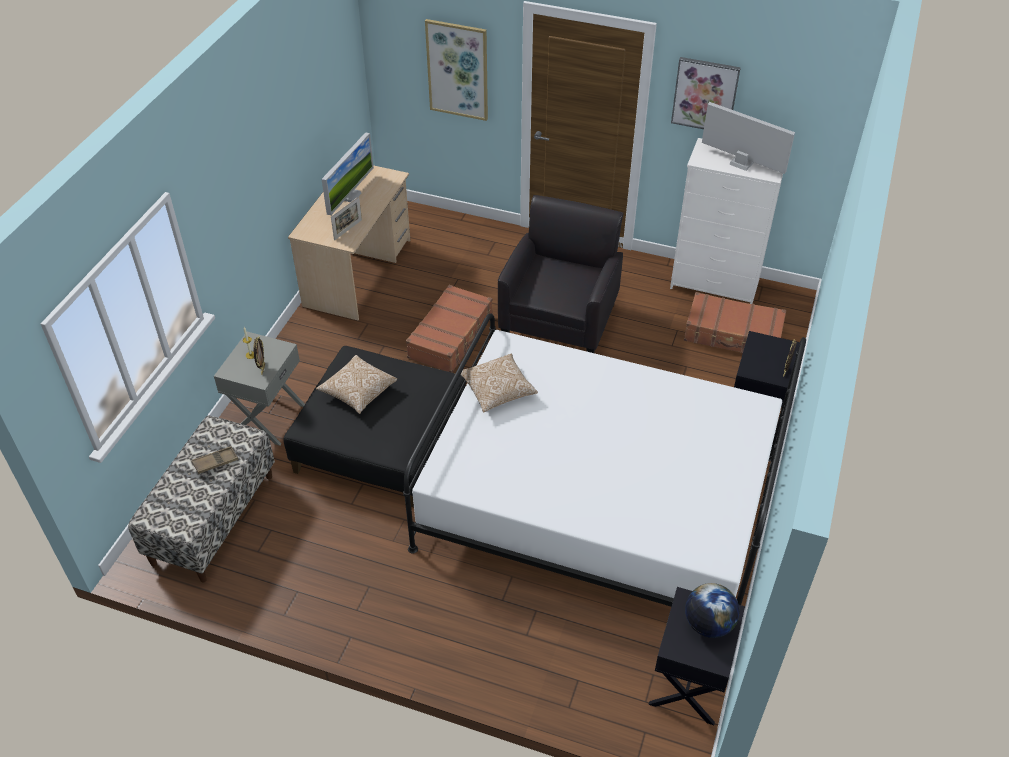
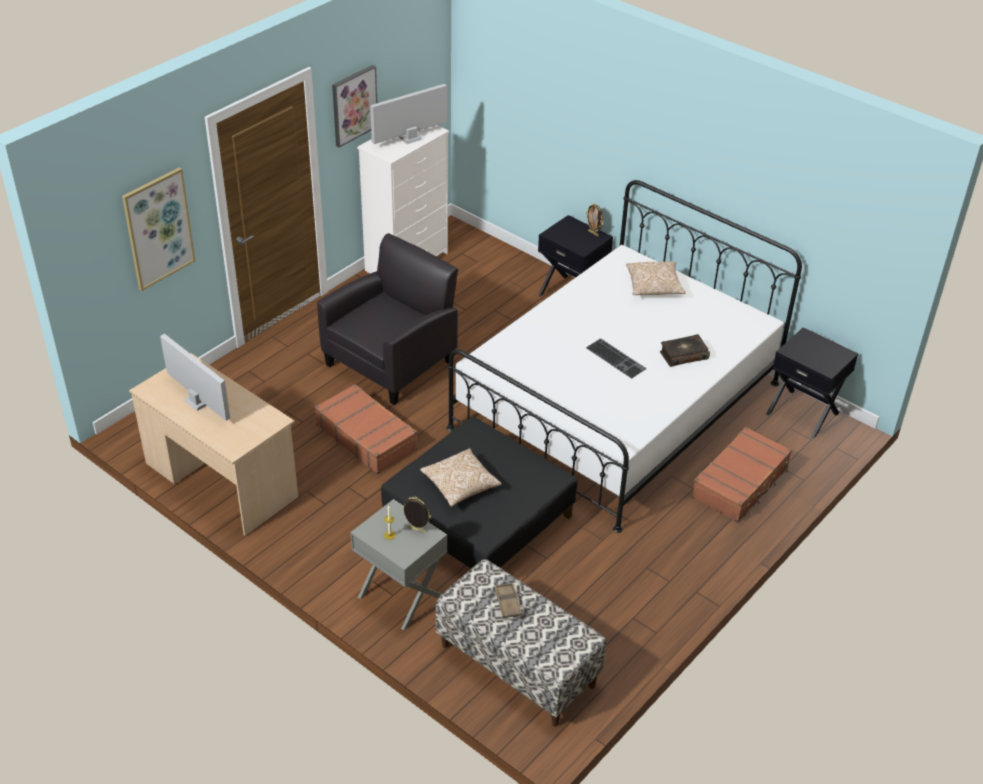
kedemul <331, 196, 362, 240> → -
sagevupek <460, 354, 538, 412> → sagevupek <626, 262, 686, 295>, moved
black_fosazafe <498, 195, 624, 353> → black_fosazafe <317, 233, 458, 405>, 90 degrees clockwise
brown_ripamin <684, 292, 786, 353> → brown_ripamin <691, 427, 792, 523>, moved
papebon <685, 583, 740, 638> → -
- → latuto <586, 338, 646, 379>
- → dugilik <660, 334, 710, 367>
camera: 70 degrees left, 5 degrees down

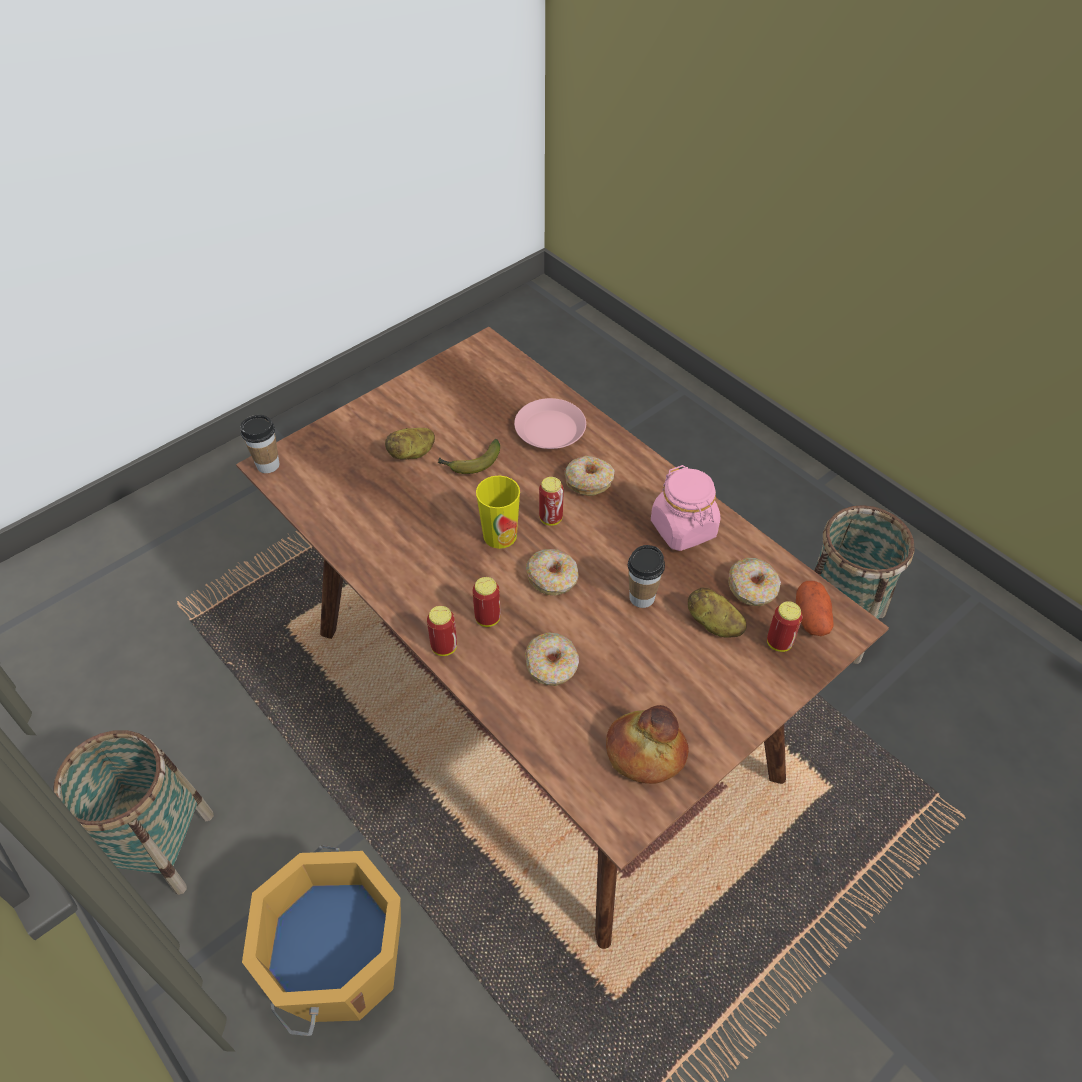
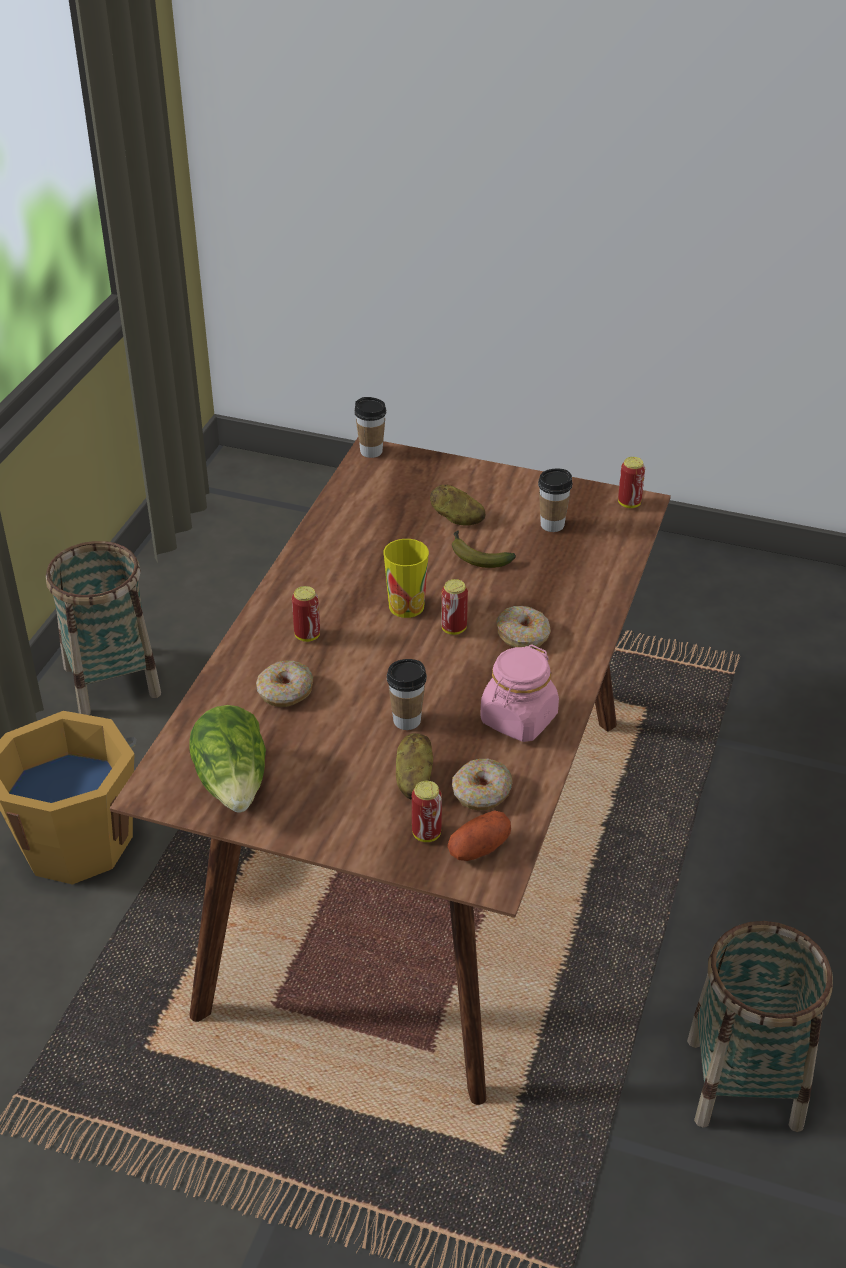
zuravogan <427, 606, 457, 656> → zuravogan <618, 457, 645, 508>, moved
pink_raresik <514, 398, 586, 449> → -
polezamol <526, 549, 579, 596> → -
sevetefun <606, 705, 689, 784> → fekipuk <189, 705, 266, 813>
- → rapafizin <538, 469, 573, 532>
camera: 60 degrees right, 10 degrees down

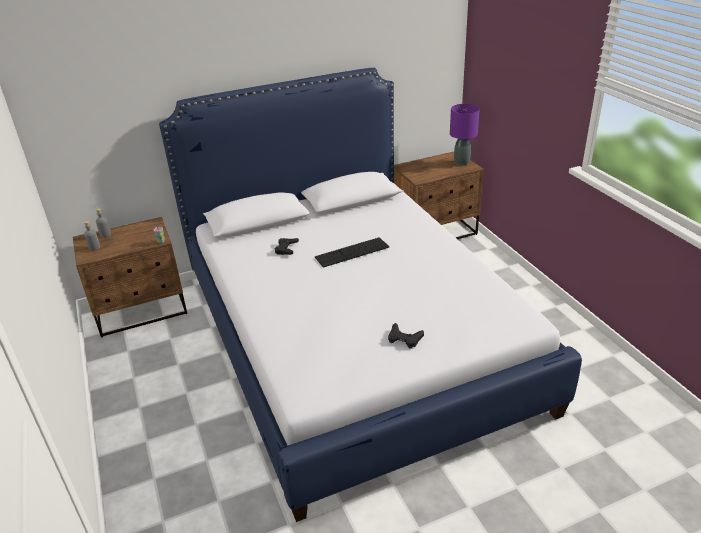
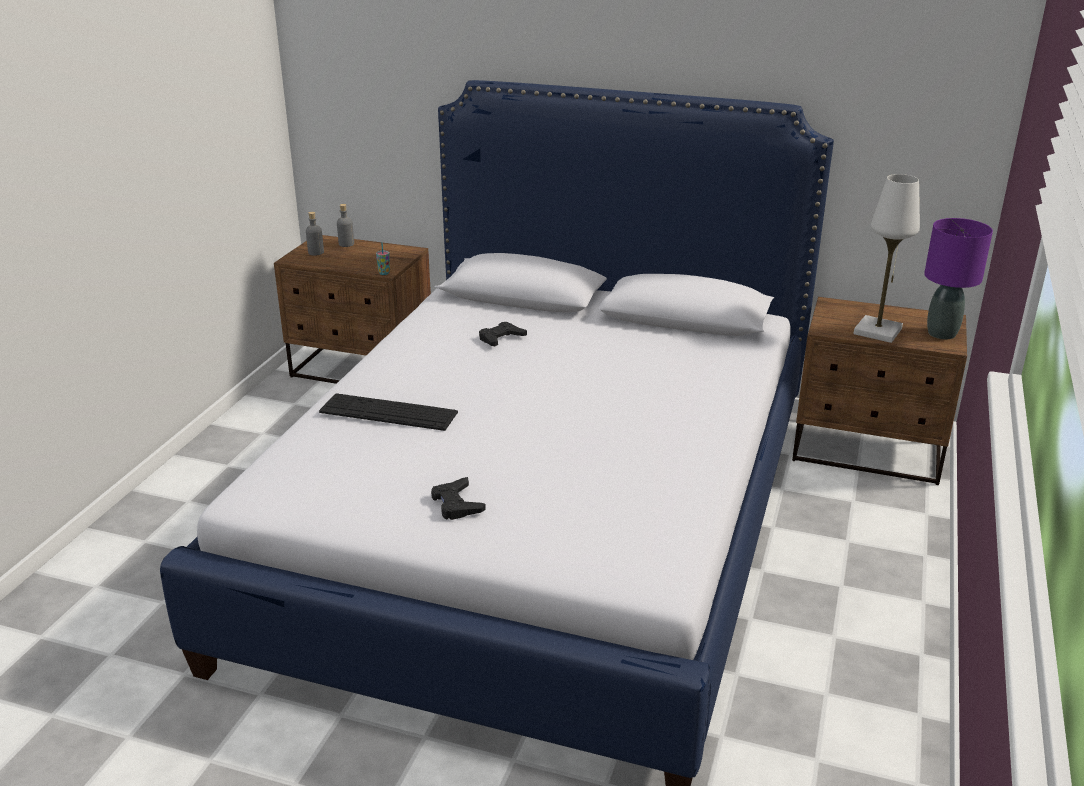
latuto <315, 237, 389, 268> → latuto <319, 393, 458, 431>, moved
- → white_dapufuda <853, 174, 920, 343>
camera: 40 degrees right, 5 degrees down

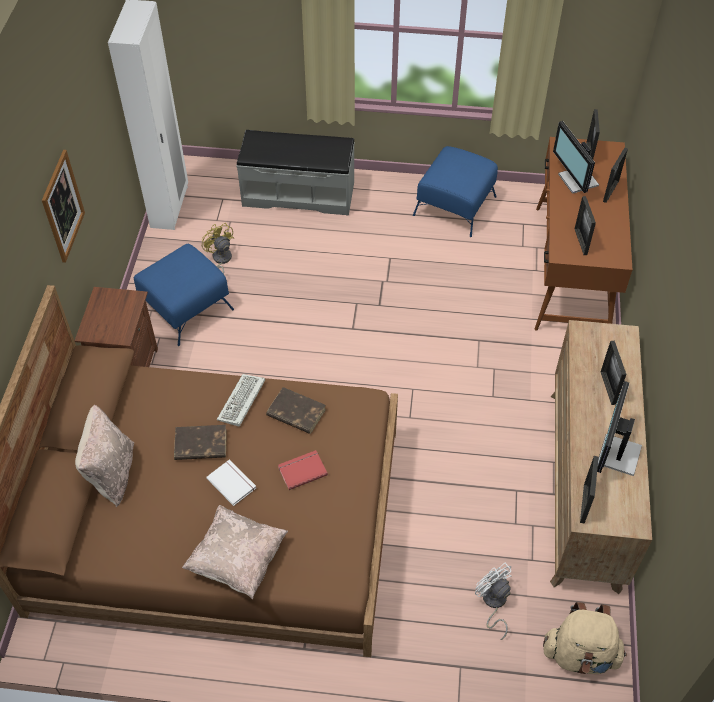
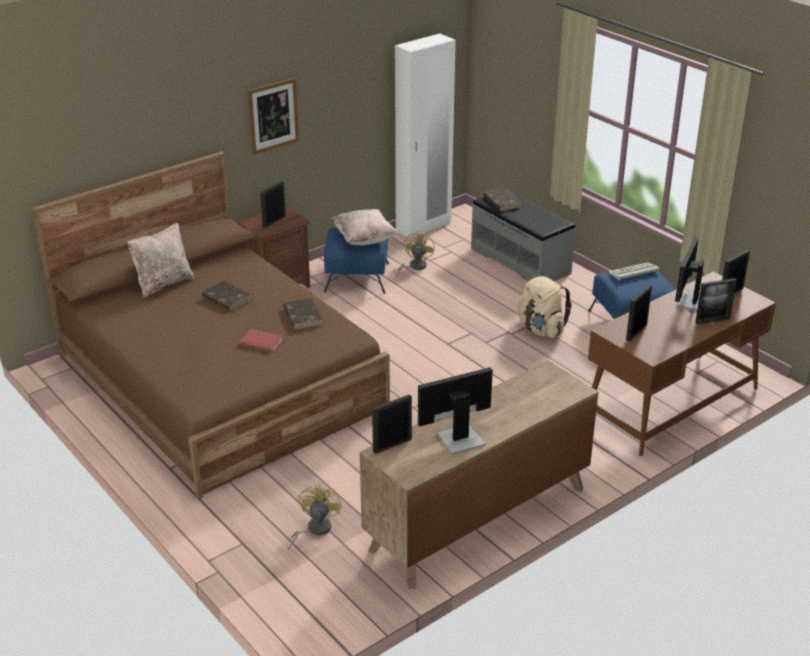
beige_sagevupek <182, 505, 288, 600> → beige_sagevupek <331, 209, 398, 245>, moved
white_dugilik <206, 459, 256, 506> → -
latuto <217, 374, 265, 427> → latuto <608, 262, 660, 280>, moved
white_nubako <475, 563, 511, 640> → yellow_nubako <288, 483, 341, 550>
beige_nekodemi <543, 602, 627, 674> → beige_nekodemi <517, 276, 572, 338>, moved
kedemul <601, 341, 626, 405> → kedemul <260, 181, 286, 228>, moved
- → brown_dugilik <484, 188, 521, 211>
camera: 45 degrees right, 20 degrees down

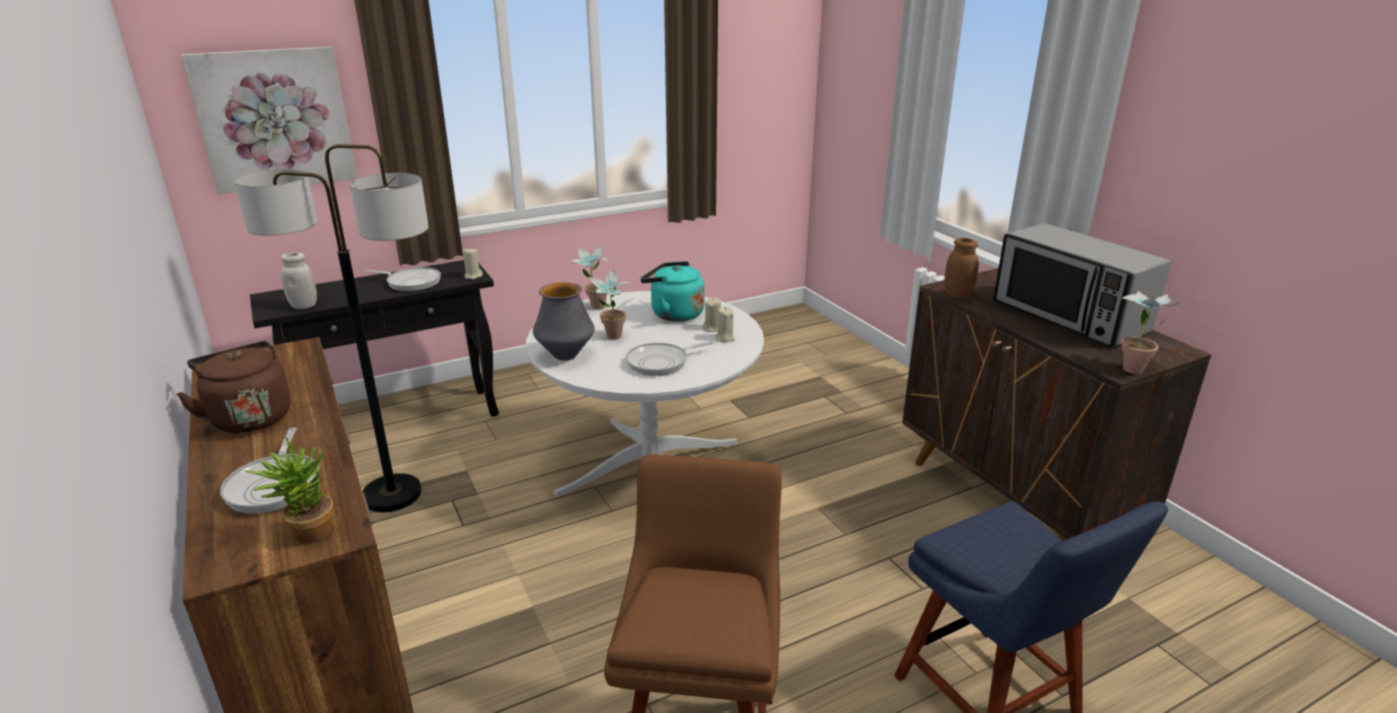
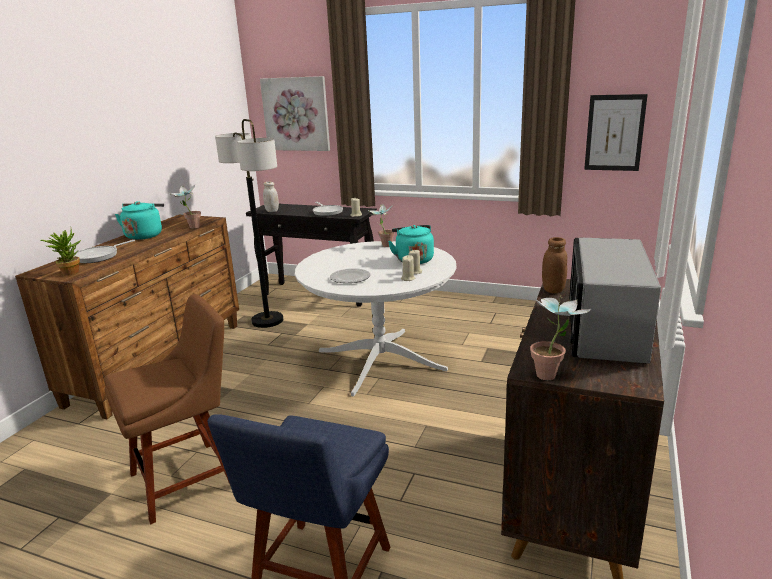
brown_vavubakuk <176, 341, 291, 433> → turquoise_vavubakuk <115, 201, 164, 240>
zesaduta <533, 282, 595, 361> → -
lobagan <589, 268, 632, 339> → lobagan <171, 185, 201, 229>, moved
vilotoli <626, 341, 714, 376> → raresik <330, 268, 370, 283>
- → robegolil <584, 94, 648, 171>
camera: 50 degrees right, 5 degrees down

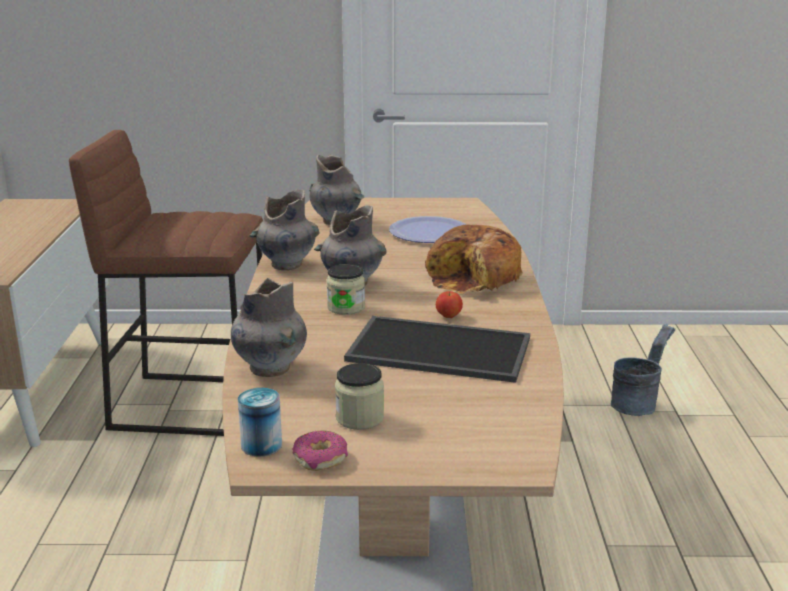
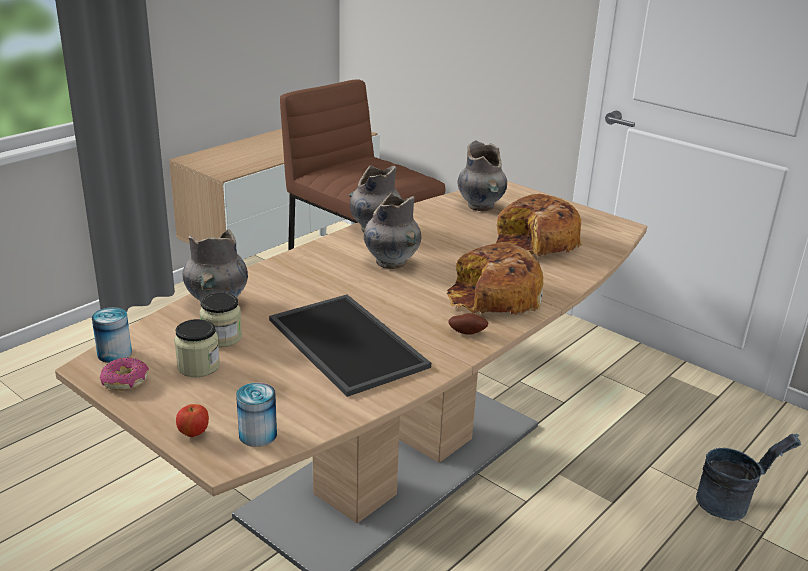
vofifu <326, 264, 365, 315> → vofifu <200, 293, 242, 348>, moved
raresik <389, 216, 466, 243> → sevetefun <496, 194, 582, 257>
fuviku <436, 291, 463, 318> → fuviku <176, 404, 209, 437>, moved
- → zuravogan <236, 382, 277, 447>
- → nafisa <449, 313, 488, 335>
camera: 40 degrees right, 5 degrees up

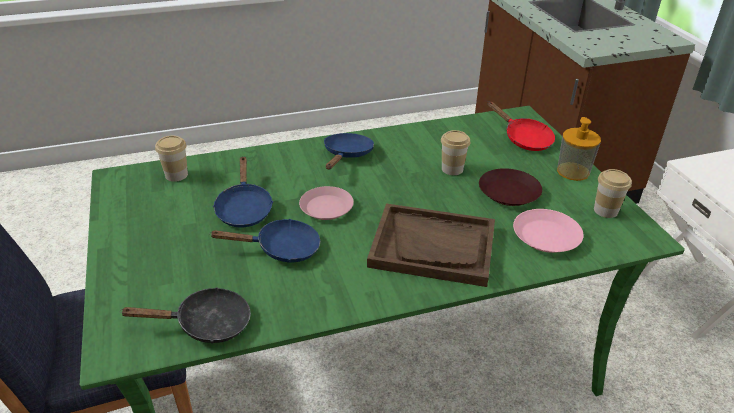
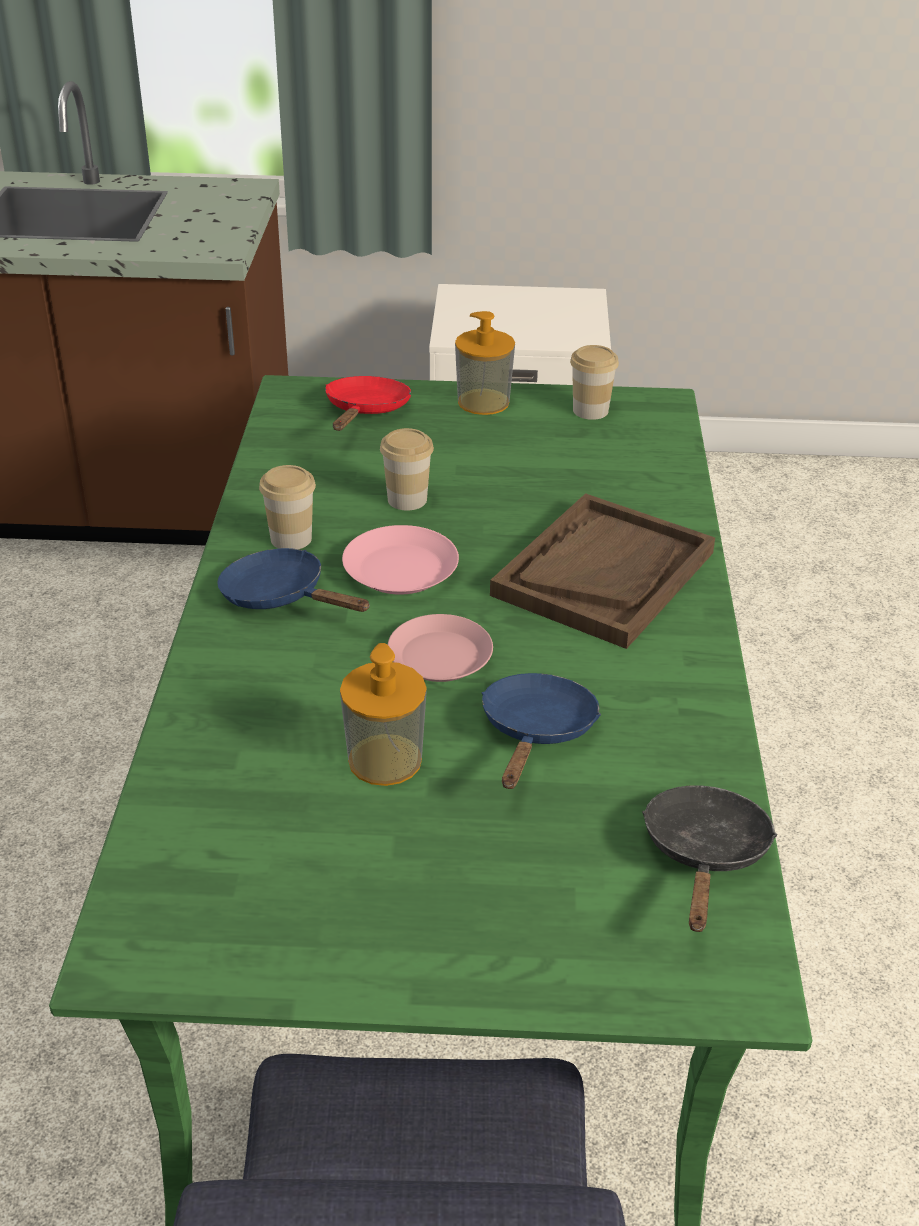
rapafizin <155, 136, 188, 182> → rapafizin <259, 465, 316, 549>, moved
blue_vilotoli <213, 156, 274, 227> → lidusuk <340, 643, 427, 786>
brown_raresik <479, 168, 542, 206> → -
red_vilotoli <487, 101, 555, 151> → red_vilotoli <325, 376, 411, 431>, 60 degrees counterclockwise
pink_raresik <513, 209, 584, 253> → pink_raresik <342, 525, 459, 595>, moved
camera: 70 degrees left, 0 degrees up

